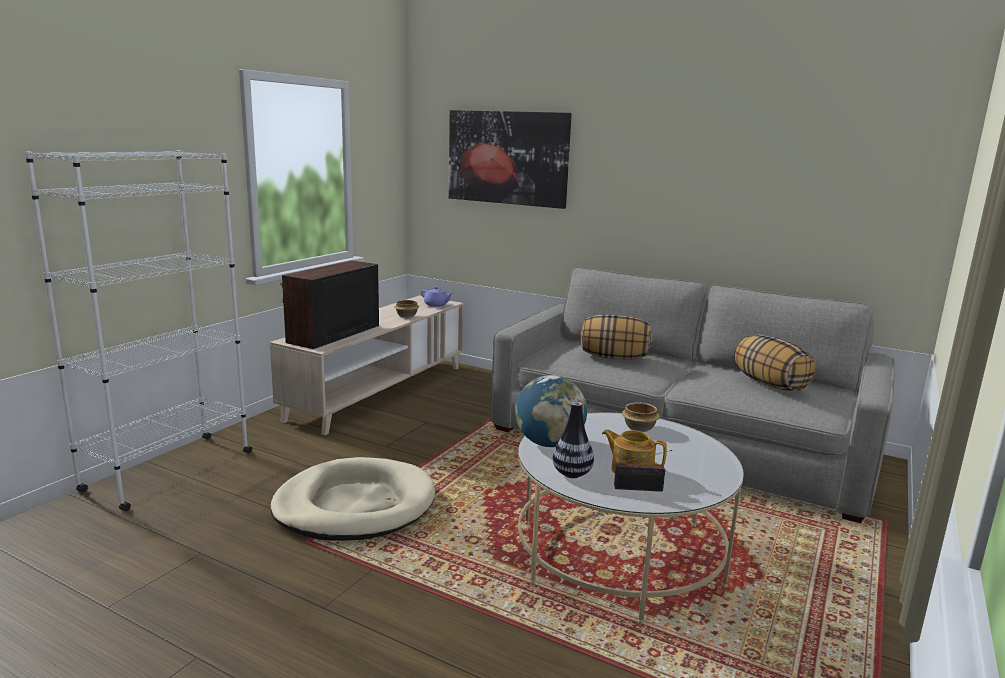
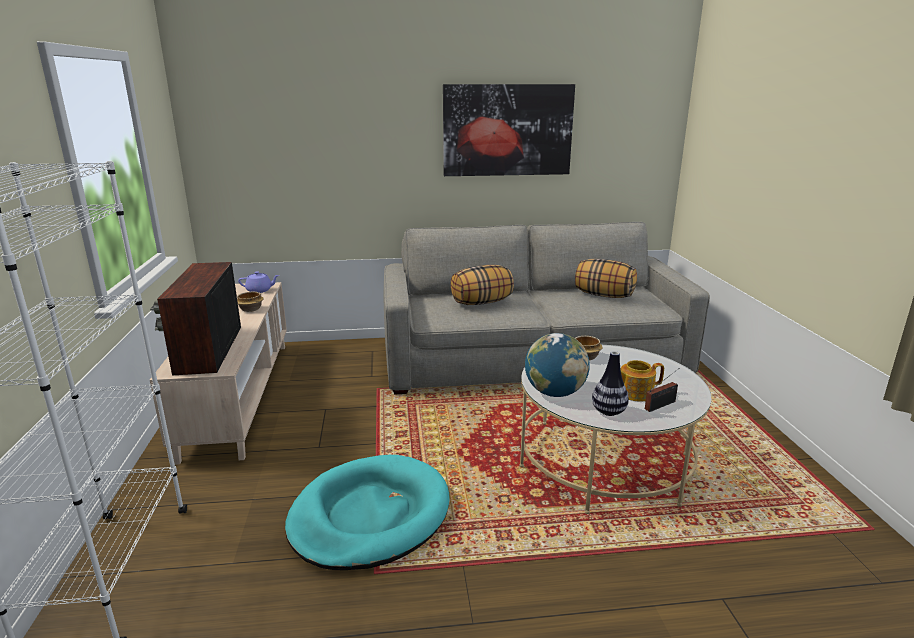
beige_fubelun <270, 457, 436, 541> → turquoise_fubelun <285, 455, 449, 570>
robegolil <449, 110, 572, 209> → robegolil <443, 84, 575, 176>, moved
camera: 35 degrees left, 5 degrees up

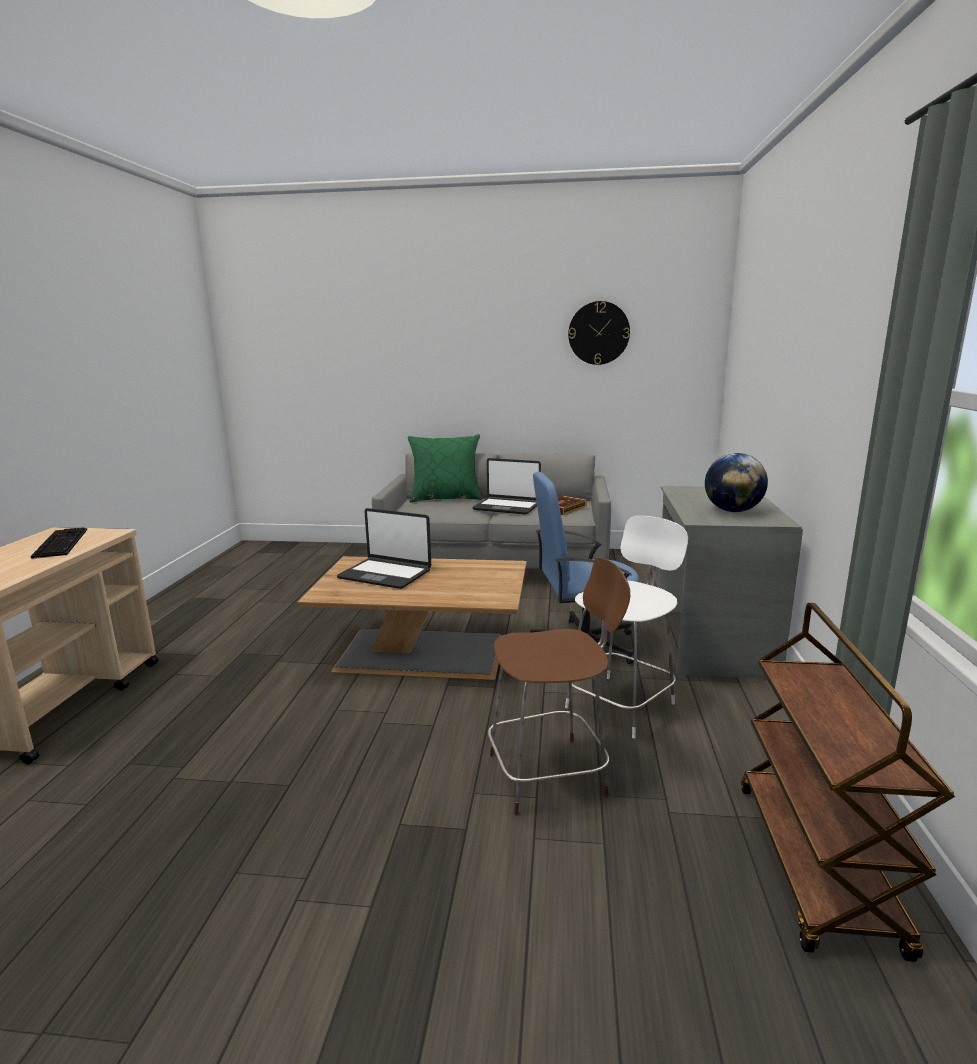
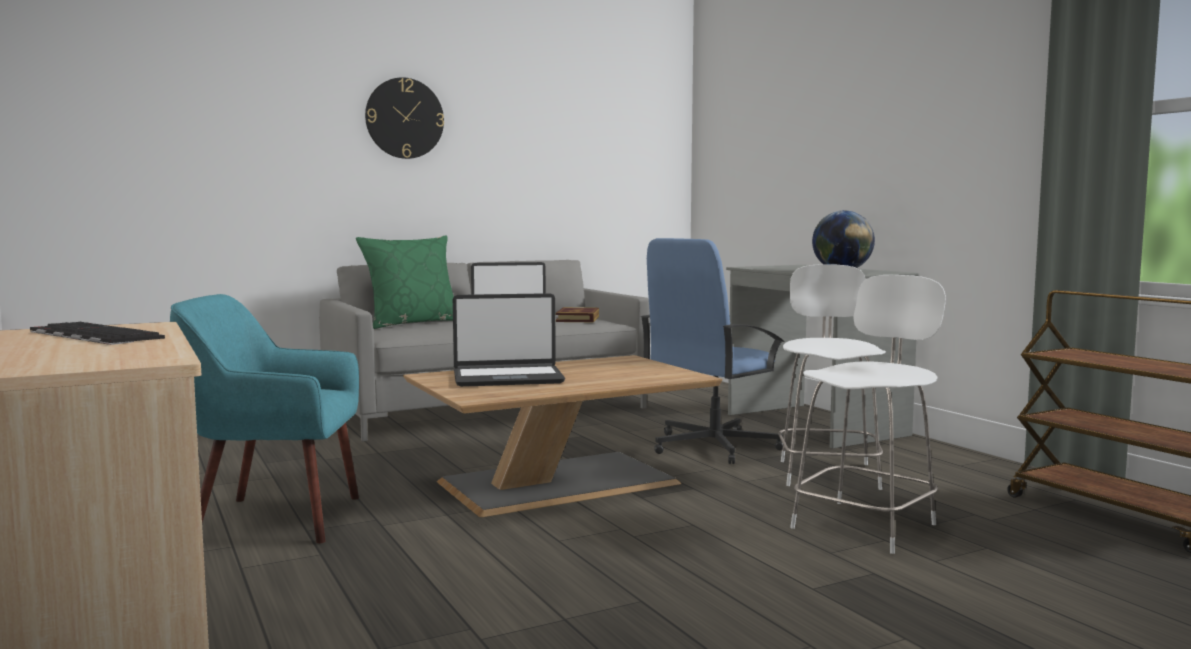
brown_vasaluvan <488, 557, 630, 815> → white_vasaluvan <790, 275, 946, 554>
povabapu <568, 301, 630, 365> → povabapu <365, 77, 444, 159>, moved
- → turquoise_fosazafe <170, 294, 359, 543>
camera: 35 degrees left, 10 degrees down

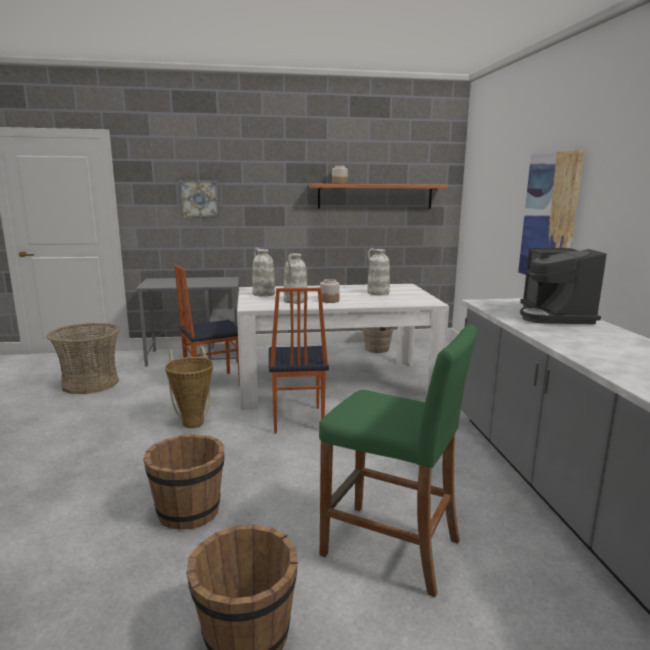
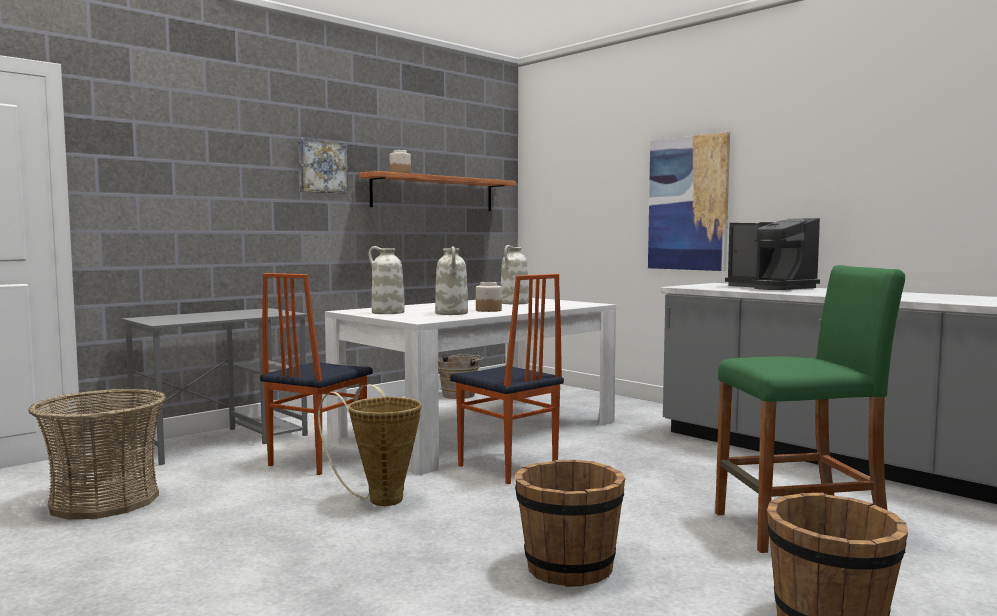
robegolil <180, 180, 219, 218> → robegolil <299, 138, 348, 194>, moved
camera: 35 degrees left, 10 degrees down

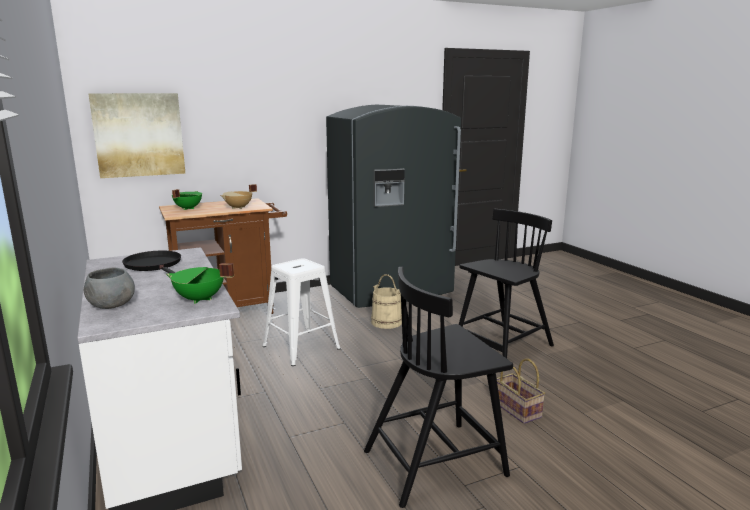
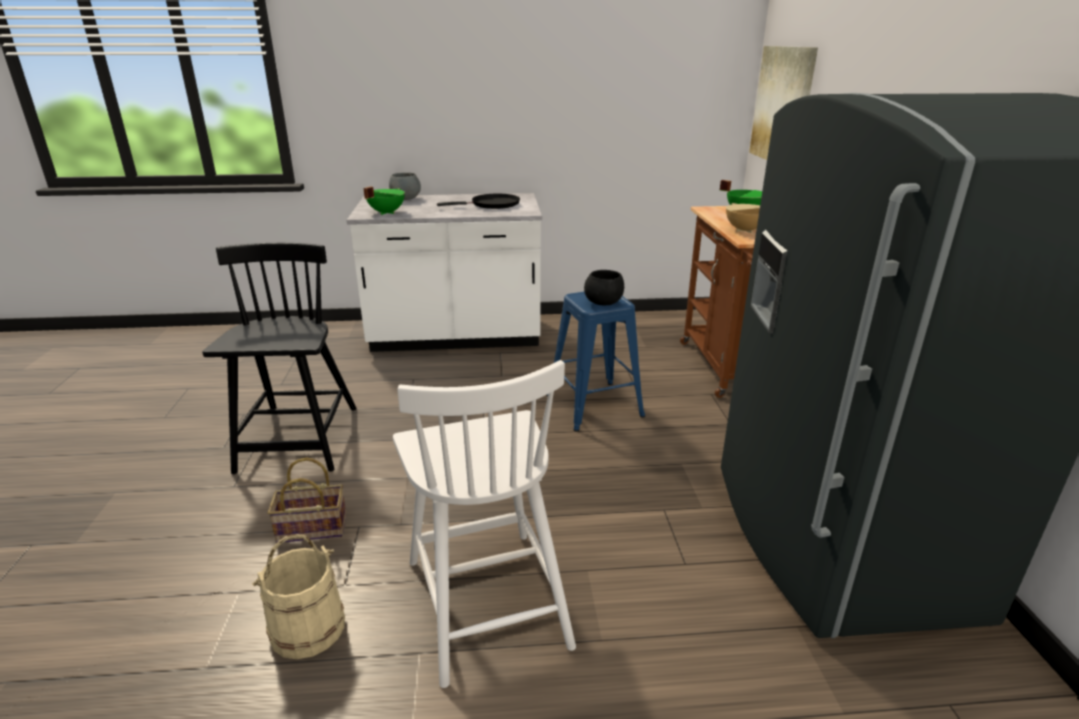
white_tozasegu <262, 258, 341, 366> → blue_tozasegu <546, 292, 645, 432>
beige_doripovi <371, 274, 402, 329> → beige_doripovi <252, 534, 345, 659>, moved
black_vasaluvan <459, 209, 554, 358> → white_vasaluvan <393, 360, 576, 688>
- → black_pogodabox <584, 270, 624, 305>
camera: 110 degrees right, 10 degrees up

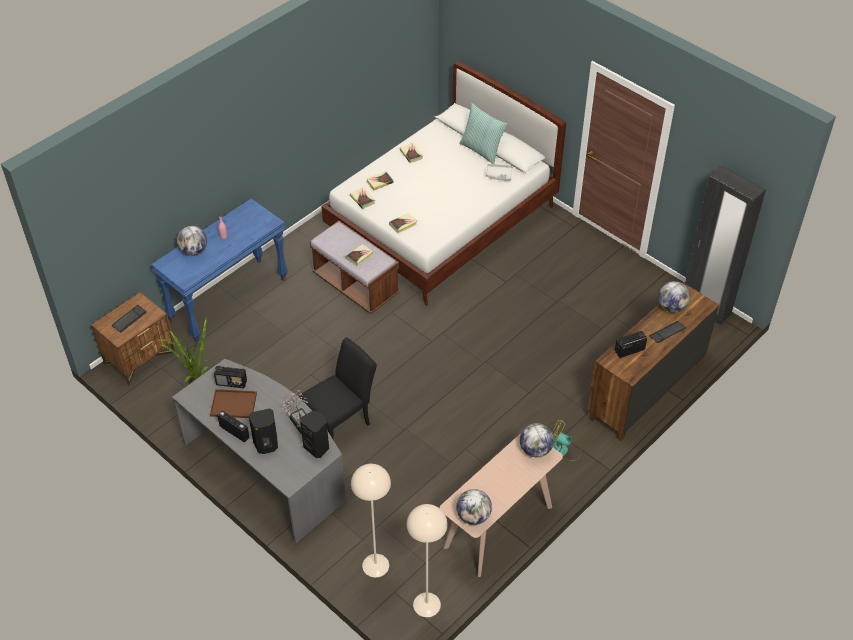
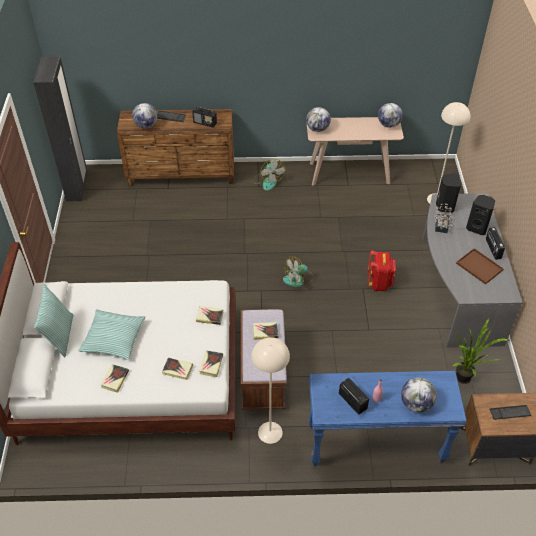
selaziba <214, 366, 247, 388> → selaziba <339, 378, 369, 415>, moved
black_vasaluvan <299, 337, 377, 440> → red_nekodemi <367, 250, 396, 291>
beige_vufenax <406, 504, 448, 617> → beige_vufenax <251, 337, 290, 444>, moved
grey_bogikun <486, 164, 512, 181> → -
- → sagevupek <78, 309, 145, 360>
- → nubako <283, 256, 314, 287>
camera: 135 degrees left, 0 degrees up

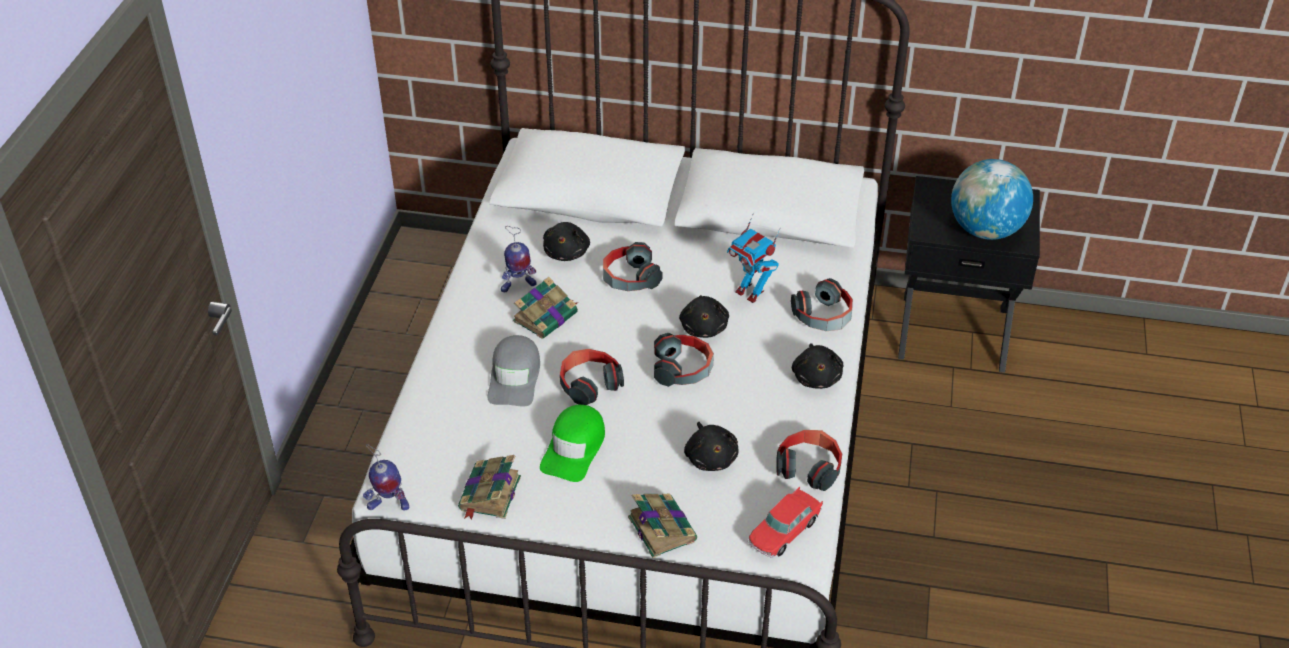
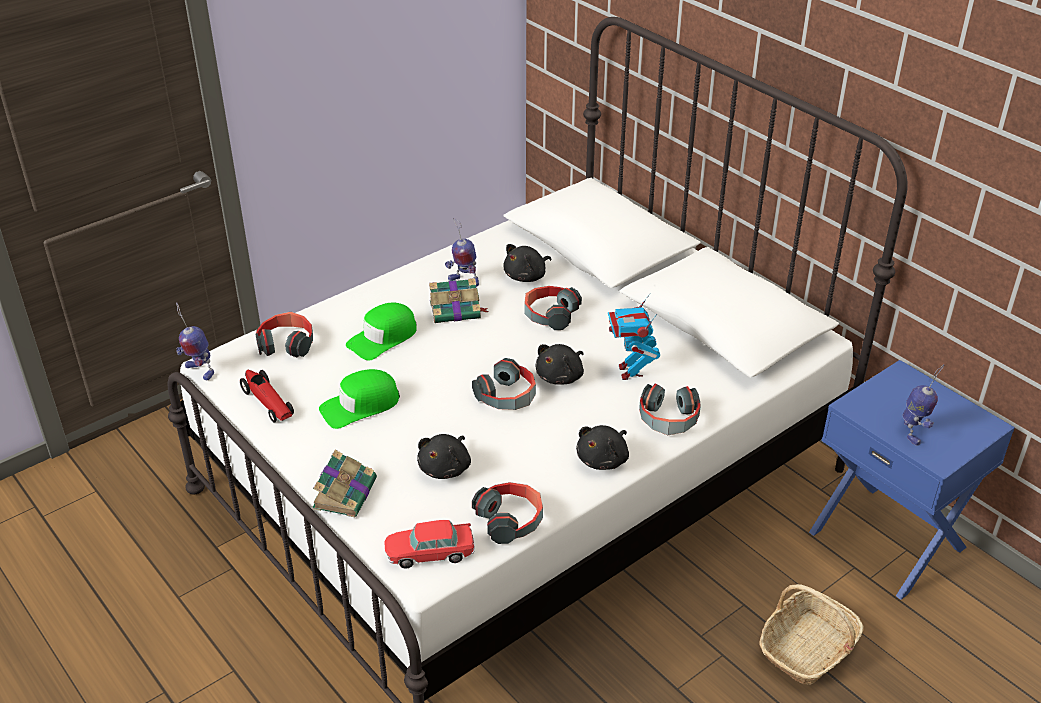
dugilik <458, 455, 521, 520> → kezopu <240, 370, 294, 422>
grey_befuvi <488, 335, 540, 407> → green_befuvi <346, 303, 417, 360>
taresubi <560, 349, 624, 405> → taresubi <256, 312, 313, 358>, moved
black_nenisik <898, 176, 1040, 373> → blue_nenisik <809, 360, 1015, 600>
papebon <951, 159, 1033, 240> → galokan <902, 365, 944, 446>
- → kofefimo <759, 584, 863, 685>
camera: 40 degrees right, 5 degrees down

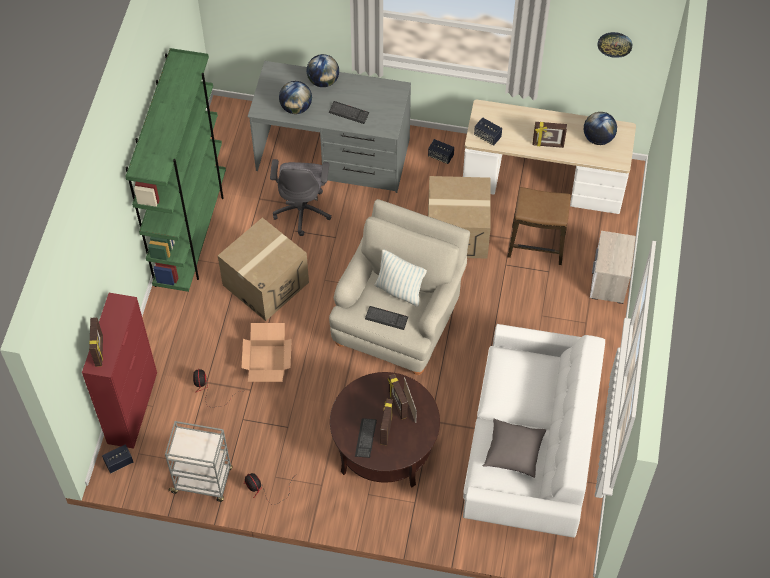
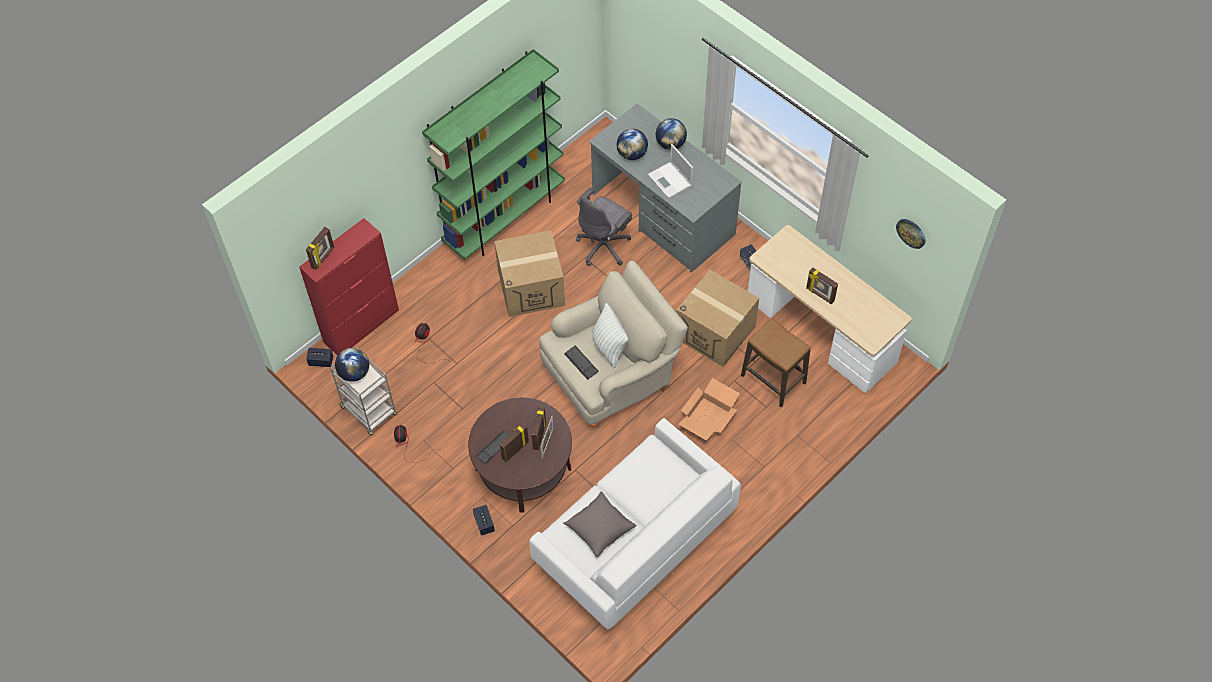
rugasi <241, 323, 292, 382> → rugasi <679, 378, 740, 440>, moved
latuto <329, 101, 369, 124> → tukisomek <648, 144, 694, 198>
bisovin <474, 117, 502, 146> → bisovin <473, 505, 495, 536>, moved
papebon <584, 112, 617, 145> → papebon <335, 348, 369, 382>, moved
nenisik <590, 231, 636, 304> → -
camera: 35 degrees right, 0 degrees up

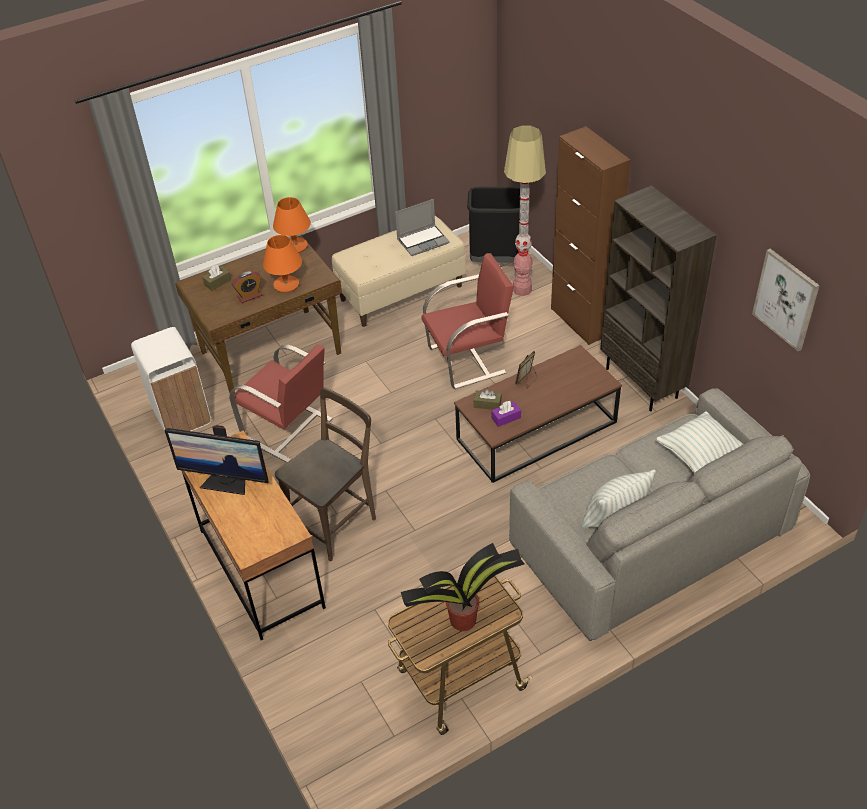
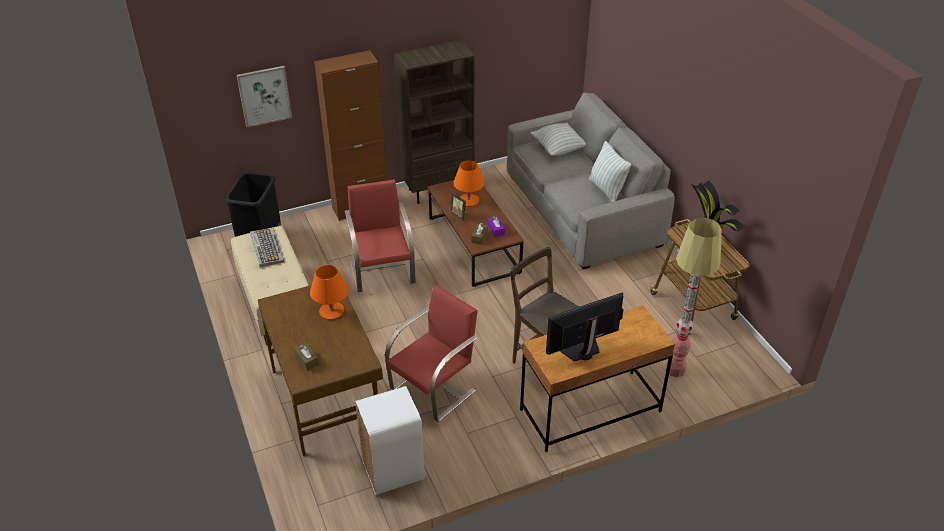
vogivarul <165, 425, 268, 495> → vogivarul <546, 293, 623, 362>, 135 degrees counterclockwise
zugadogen <232, 271, 262, 303> → -
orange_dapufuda <273, 197, 311, 253> → orange_dapufuda <453, 161, 485, 207>, moved
tukisomek <395, 199, 450, 256> → latuto <250, 228, 284, 267>
vufenax <504, 125, 546, 296> → vufenax <666, 218, 722, 378>, moved
robegolil <752, 249, 820, 351> → robegolil <237, 66, 292, 128>, moved
camera: 85 degrees left, 5 degrees down

